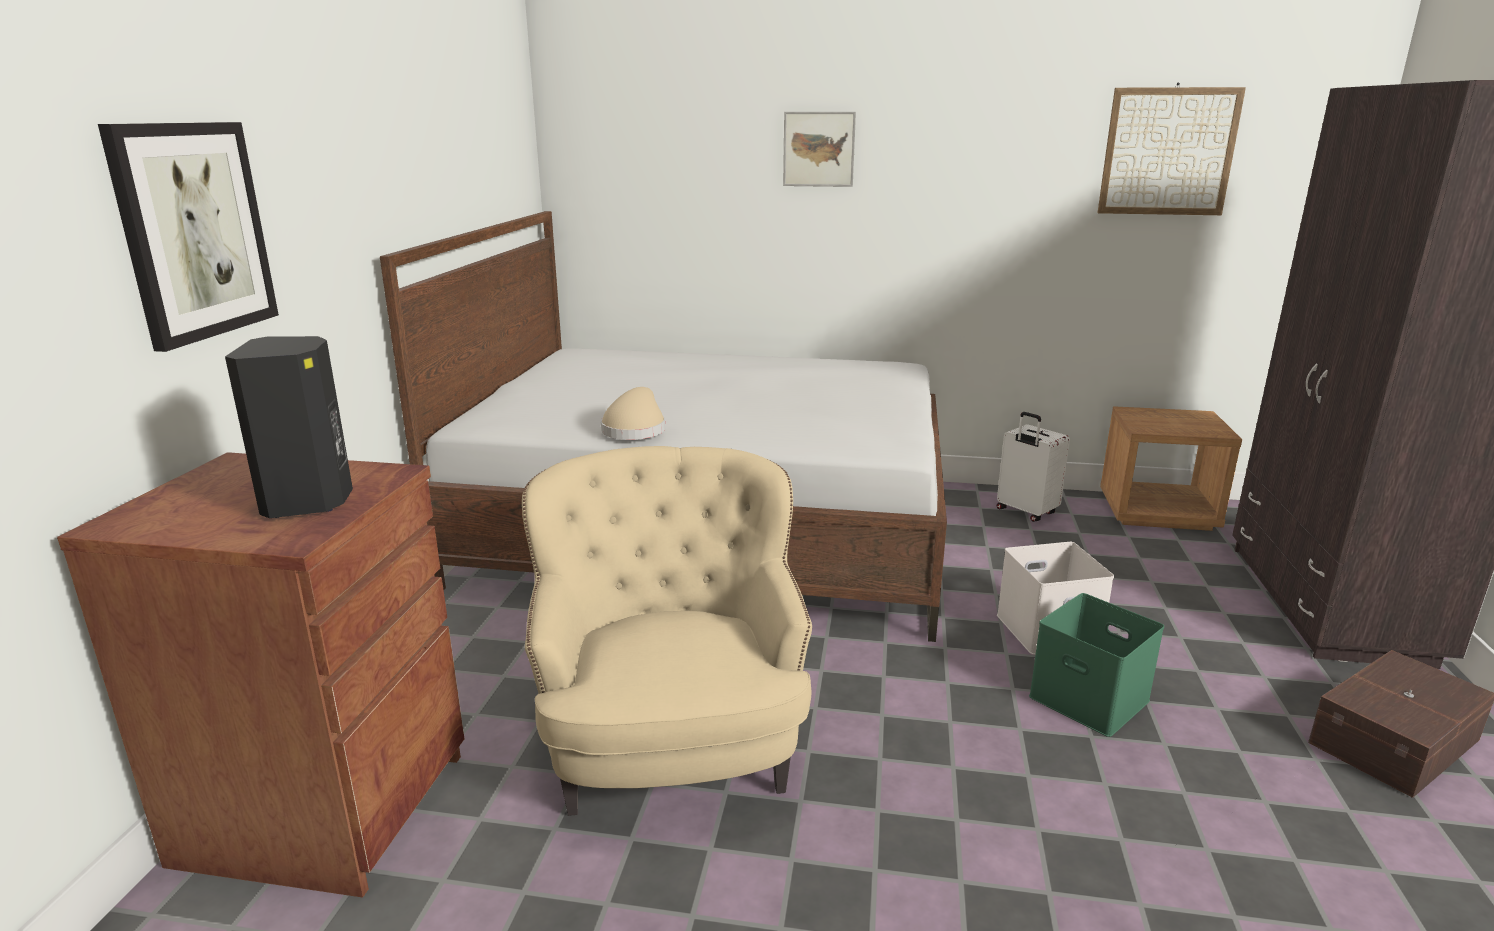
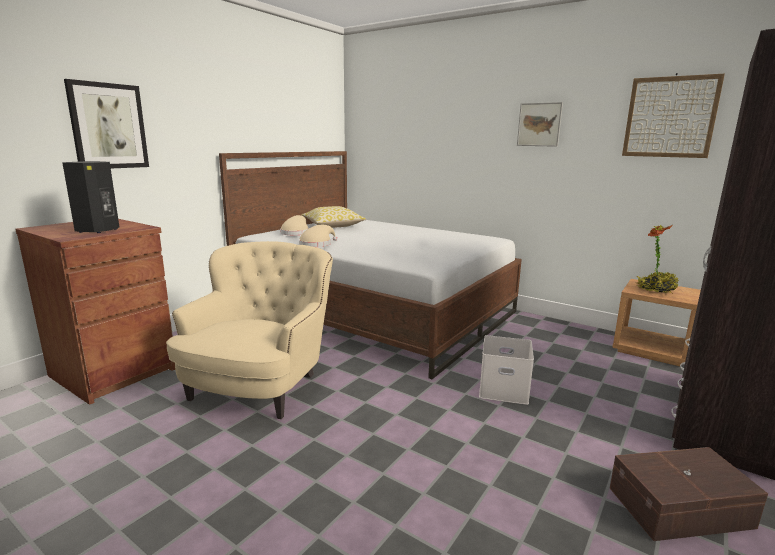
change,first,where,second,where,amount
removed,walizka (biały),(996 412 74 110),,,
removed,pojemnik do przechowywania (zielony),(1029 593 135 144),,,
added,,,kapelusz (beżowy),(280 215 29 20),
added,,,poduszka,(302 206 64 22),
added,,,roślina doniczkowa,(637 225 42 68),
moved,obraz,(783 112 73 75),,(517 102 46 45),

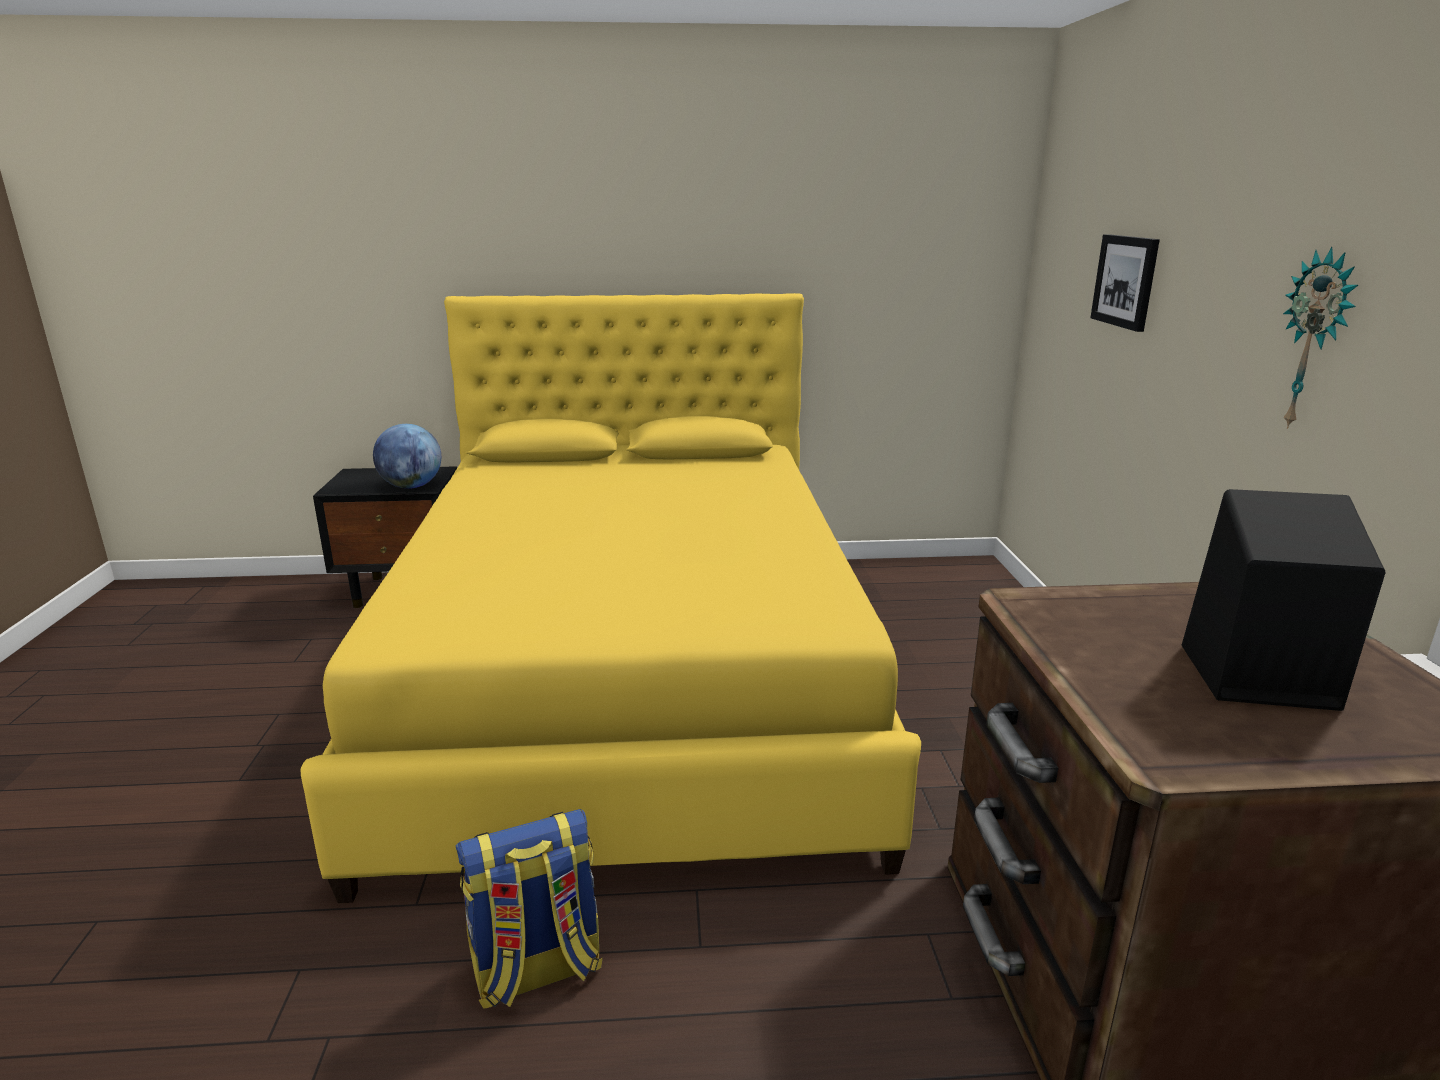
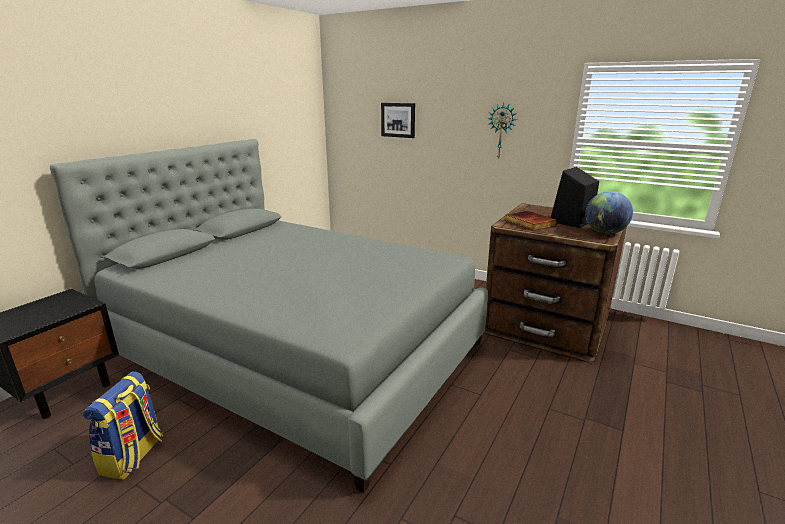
change,first,where,second,where,amount
added,,,książka,(505 211 52 20),
moved,globus,(373 424 68 65),,(585 191 48 43),
moved,plecak,(456 809 147 200),,(83 371 80 109),
recoloured,łóżko (żółty),(301 293 620 610),łóżko (szary),(50 139 438 354),

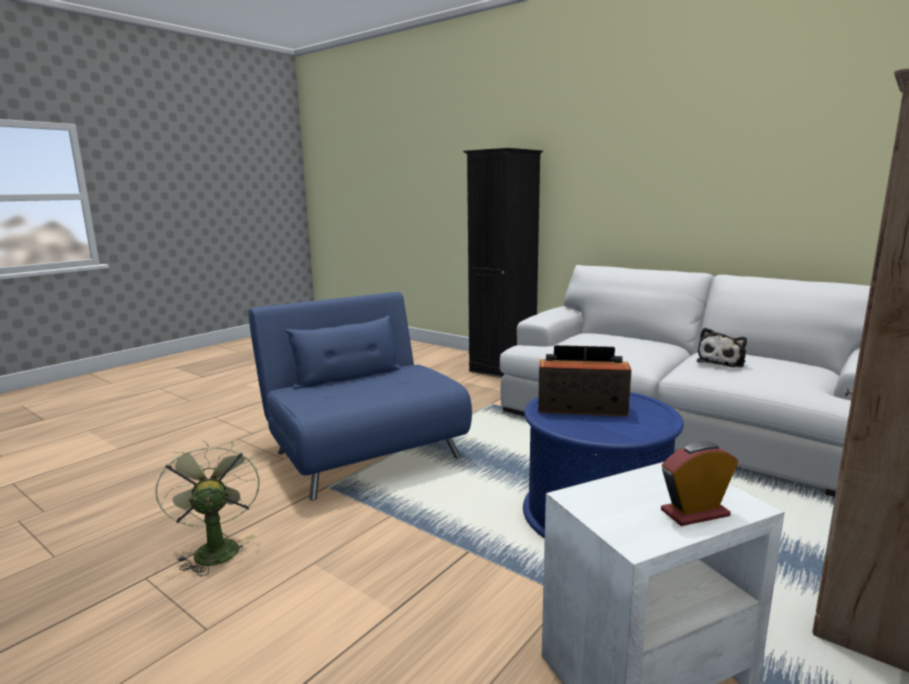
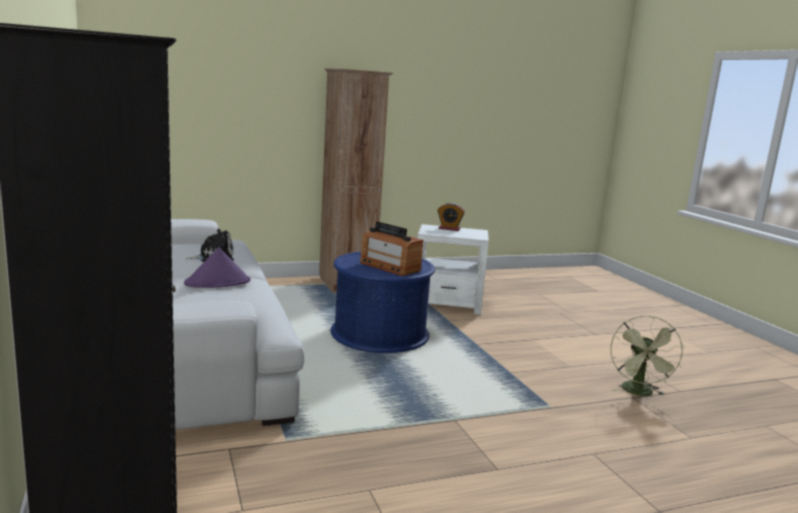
change,first,where,second,where,amount
removed,fotel (niebieski),(248 292 224 208),,,
added,,,kapelusz (fioletowy),(184 247 67 41),

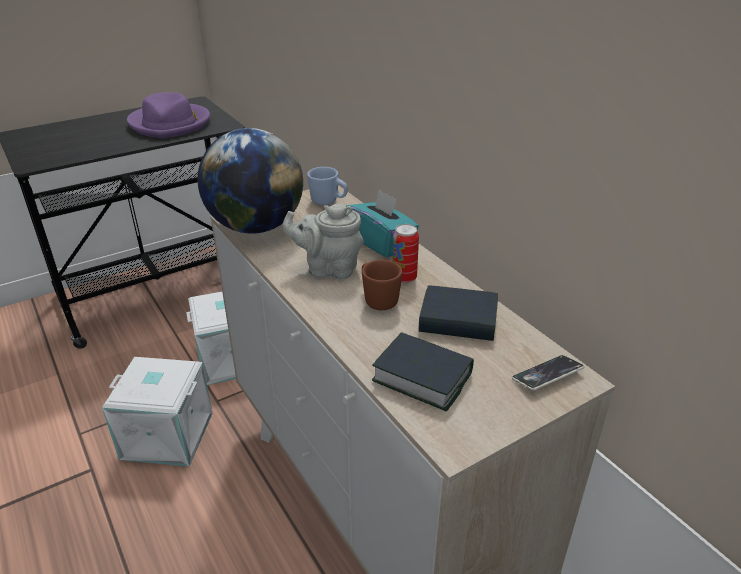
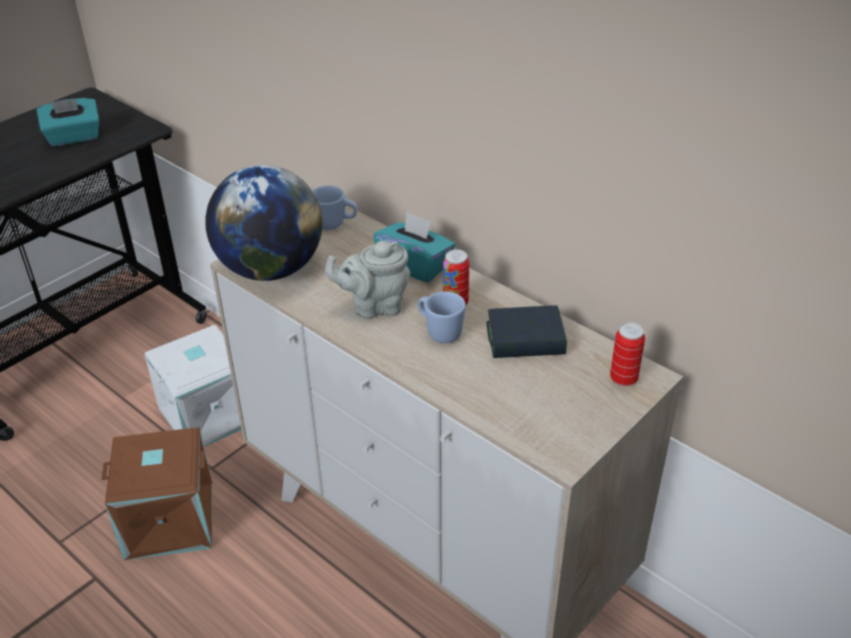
change,first,where,second,where,amount
removed,książka,(372 332 102 80),,,
replaced,kapelusz (fioletowy),(127 92 83 46),pudełko chusteczek (turkusowy),(36 98 63 48),
replaced,telefon,(512 355 72 35),puszka,(610 322 35 64),
recoloured,pojemnik do przechowywania (biały),(102 357 111 110),pojemnik do przechowywania (brązowy),(101 427 112 133),
recoloured,kubek (brązowy),(362 260 40 50),kubek (niebieski),(418 291 48 52),

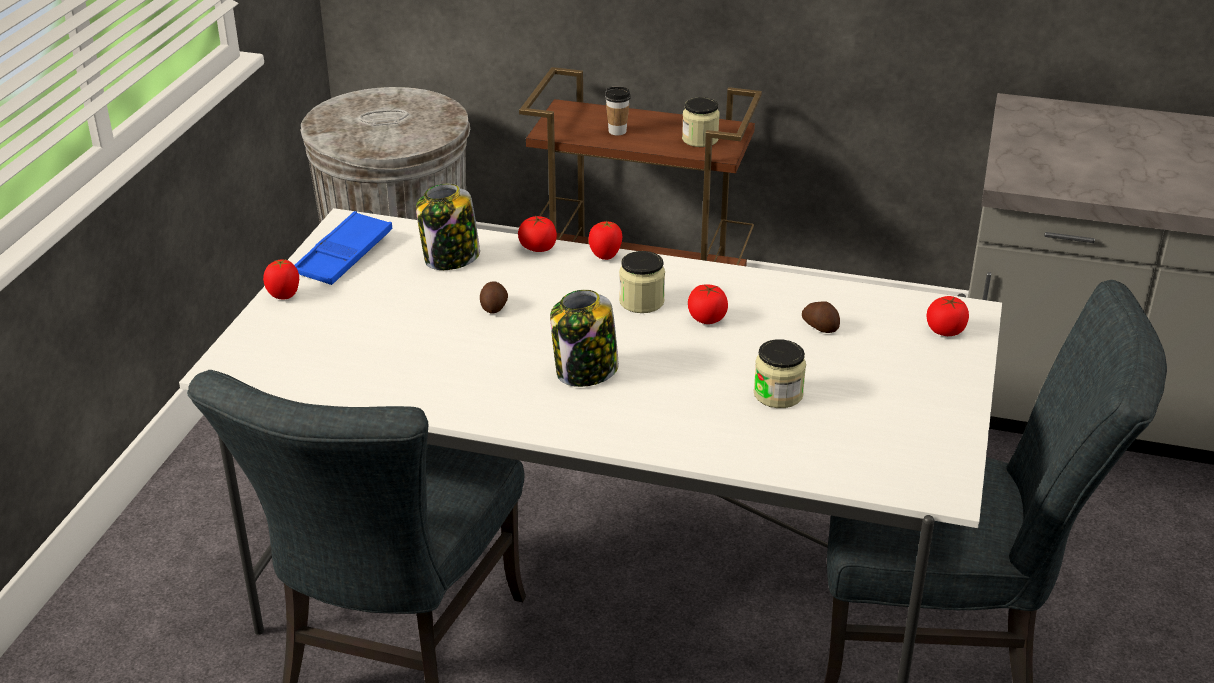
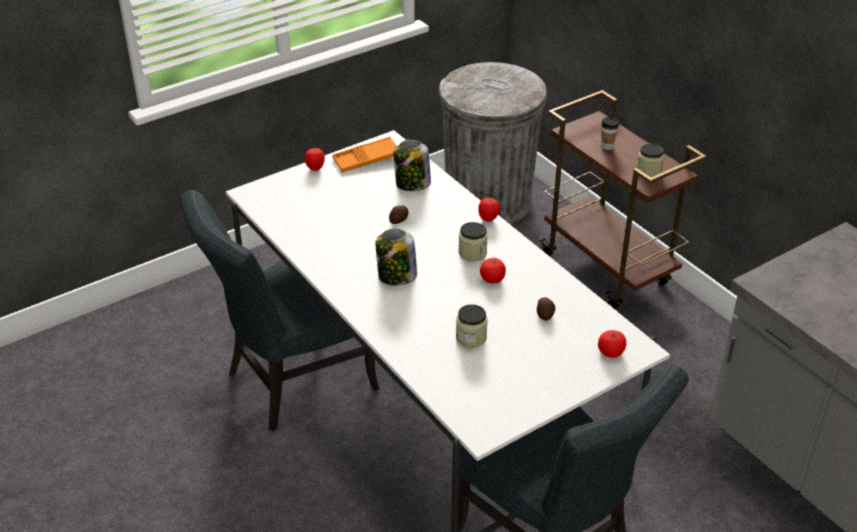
change,first,where,second,where,amount
removed,pomidor,(518 215 39 37),,,
recoloured,taca (niebieski),(294 211 99 74),taca (pomarańczowy),(332 137 65 35),

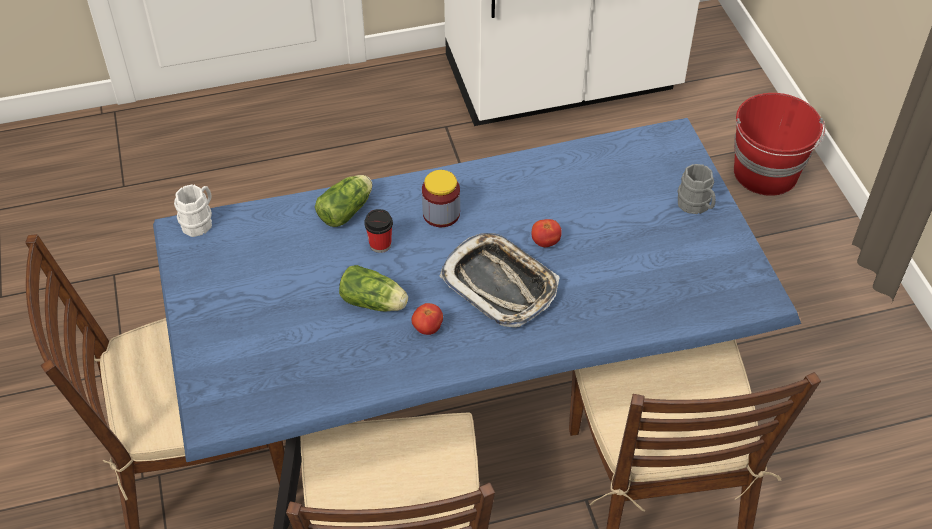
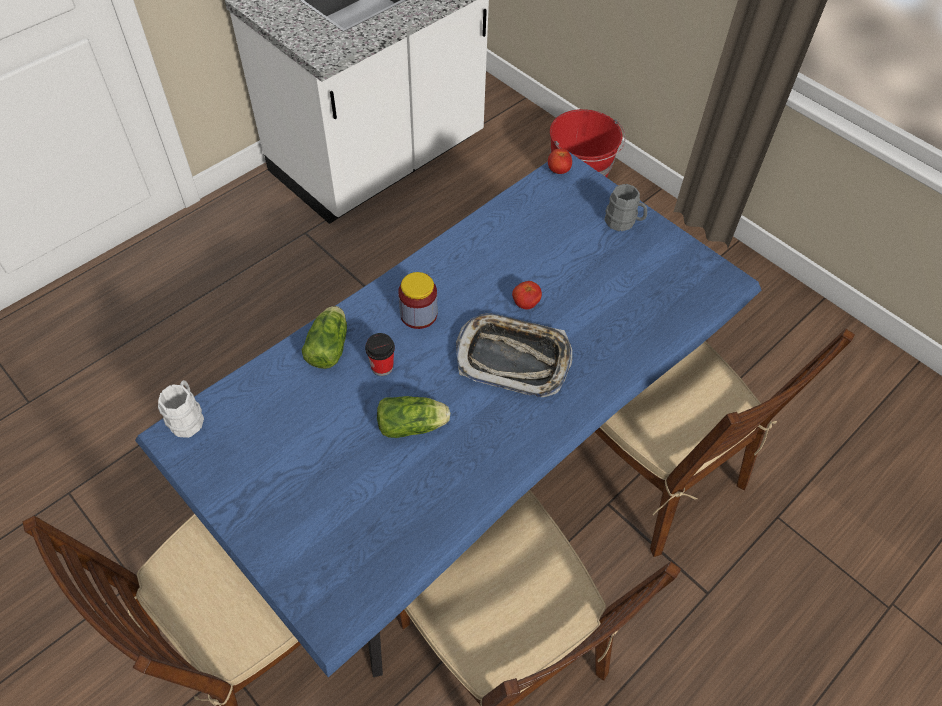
change,first,where,second,where,amount
moved,pomidor,(412 303 31 32),,(548 148 24 26),

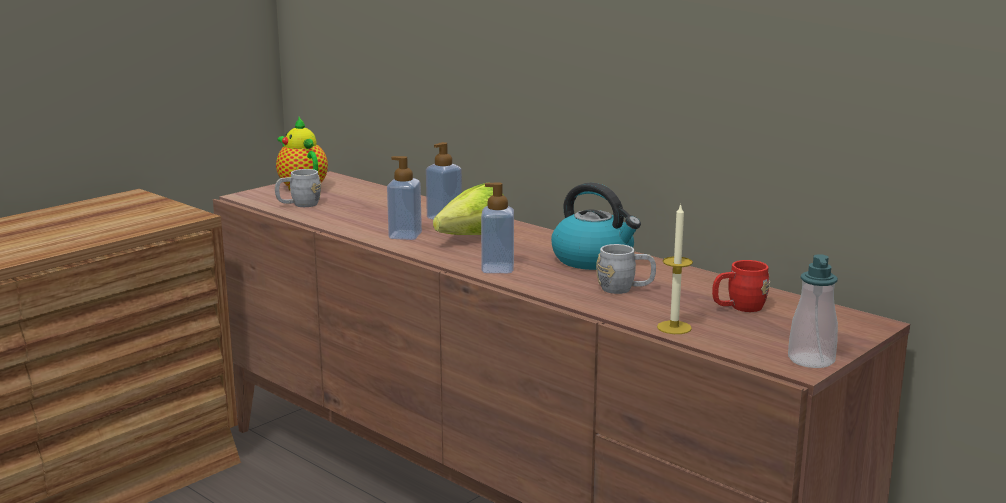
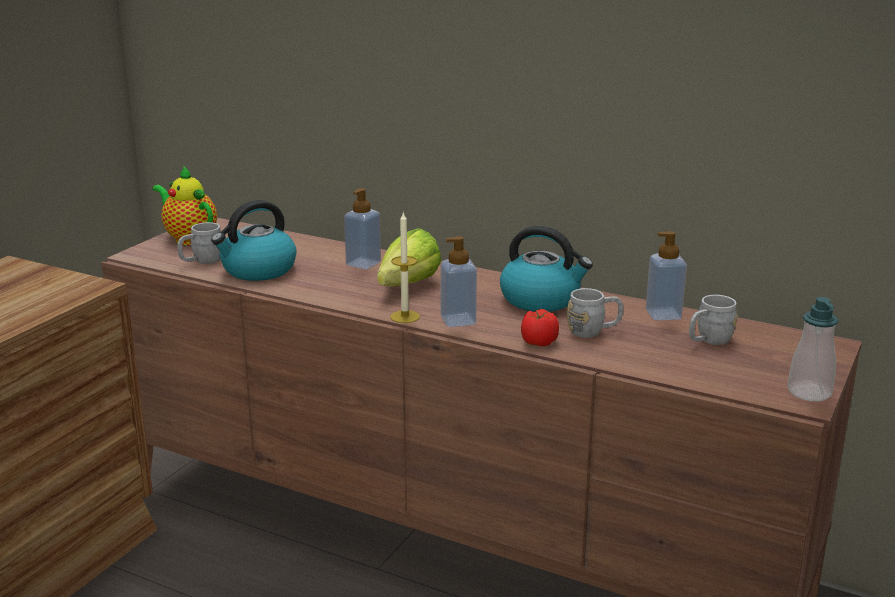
change,first,where,second,where,amount
added,,,czajnik,(211 200 86 81),
added,,,pomidor,(521 309 38 37),
moved,dozownik mydła,(387 156 35 84),,(646 231 41 89),
moved,świeca,(657 204 36 130),,(390 212 30 111),
recoloured,kubek (czerwony),(712 260 58 52),kubek (szary),(689 295 48 50),

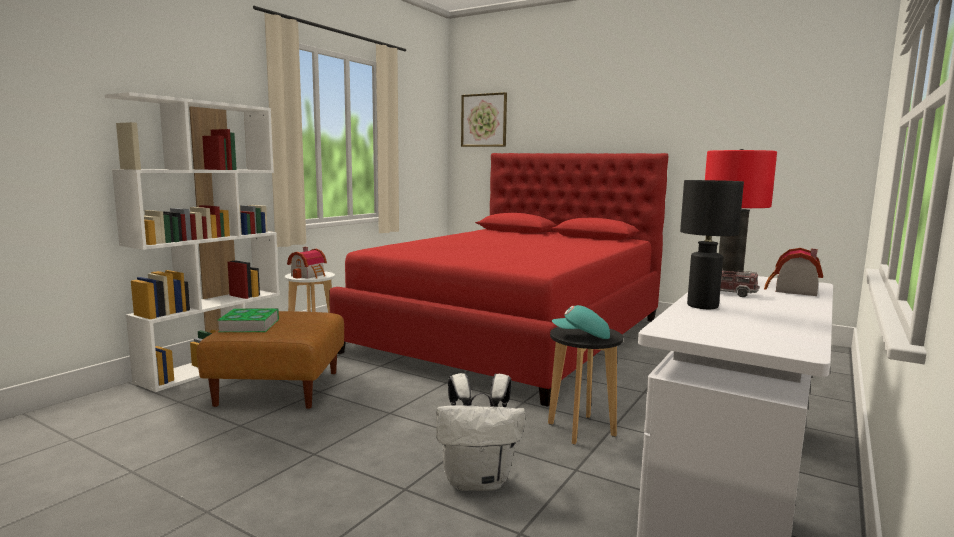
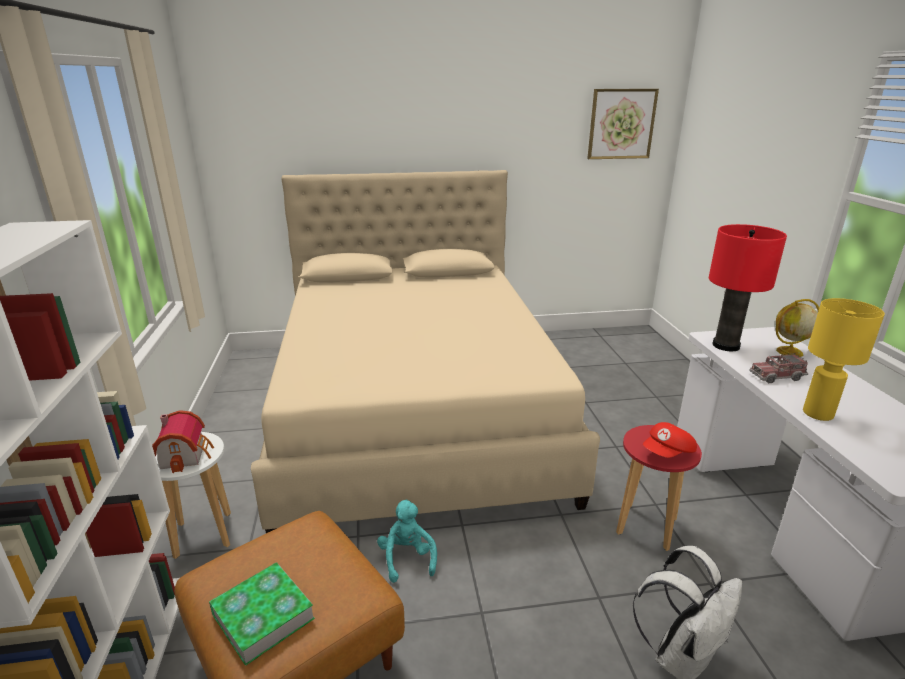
change,first,where,second,where,amount
added,,,pluszak (turkusowy),(377 499 60 84),
moved,obraz,(461 92 46 55),,(587 89 72 70),
replaced,domek,(764 248 59 48),globus,(775 299 44 58),
recoloured,łóżko (czerwony),(329 153 339 254),łóżko (beżowy),(251 170 349 363),
recoloured,stołek (czarny),(548 327 75 118),stołek (czerwony),(616 425 86 126),
recoloured,czapka z daszkiem (turkusowy),(552 305 58 34),czapka z daszkiem (czerwony),(643 422 54 36),
recoloured,lampa stołowa (czarny),(680 180 64 129),lampa stołowa (żółty),(803 298 82 123),

